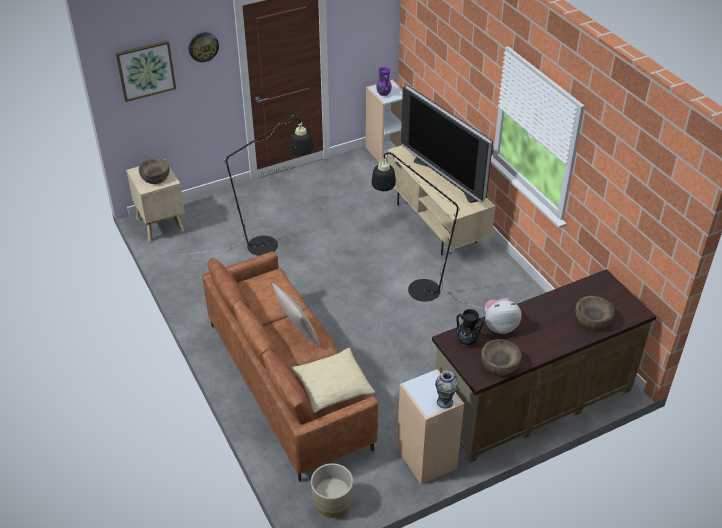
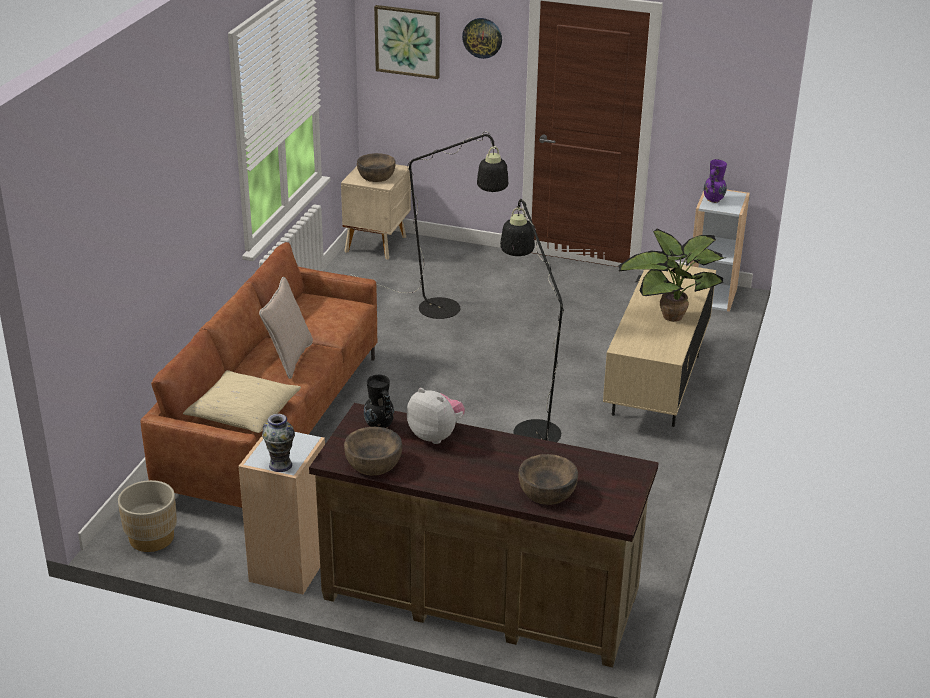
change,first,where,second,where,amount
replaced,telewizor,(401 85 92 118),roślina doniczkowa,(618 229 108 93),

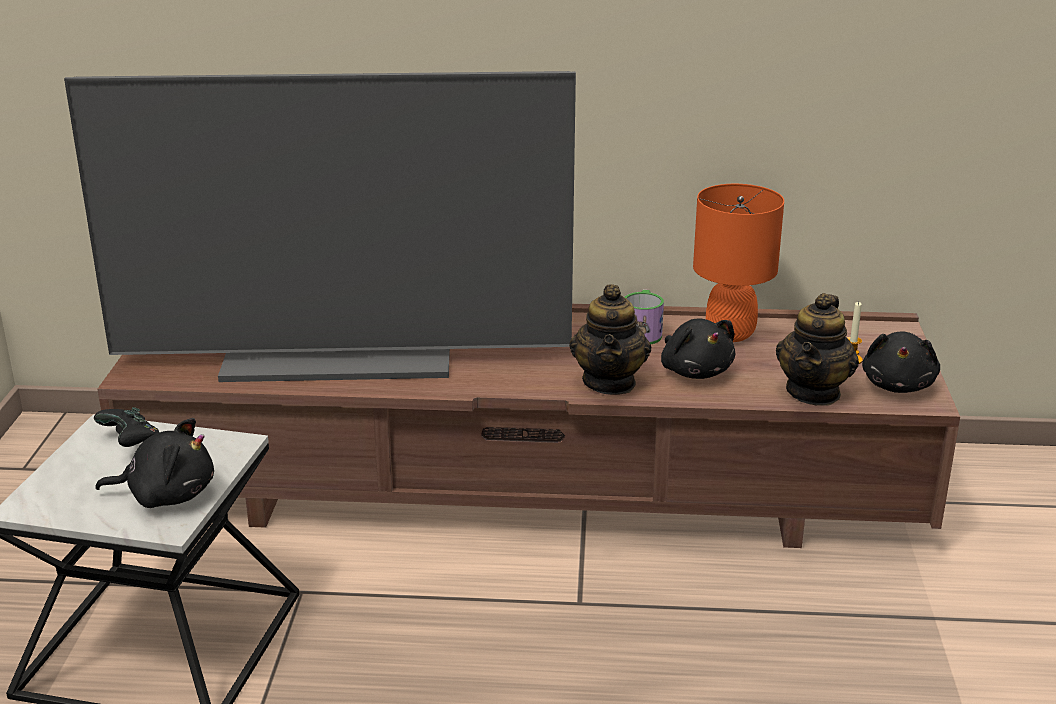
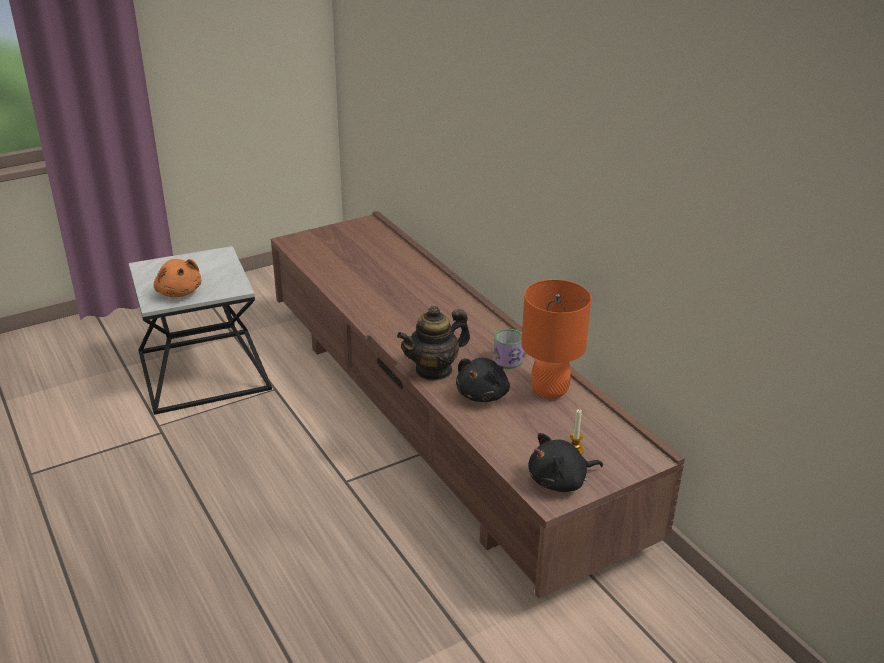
change,first,where,second,where,amount
removed,telewizor,(64 71 512 311),,,
removed,pad do gier (czarny),(94 407 65 40),,,
removed,imbryk,(776 293 83 113),,,
recoloured,pluszak (czarny),(95 418 119 90),pluszak (pomarańczowy),(154 259 47 38),

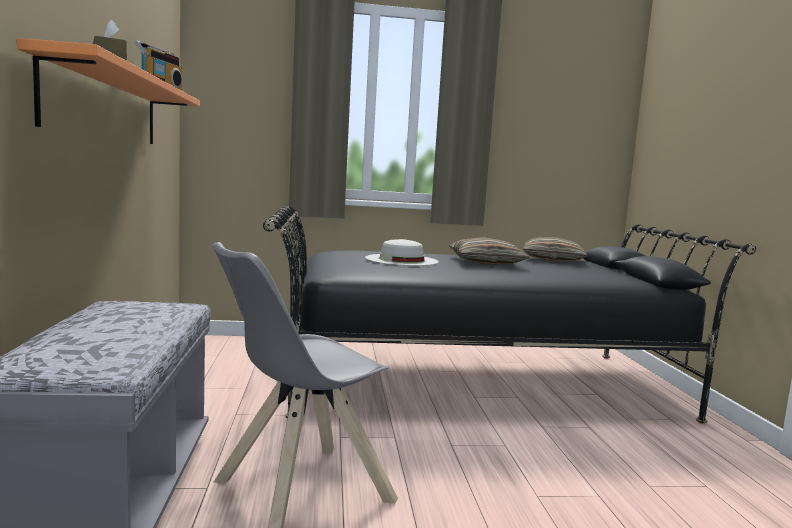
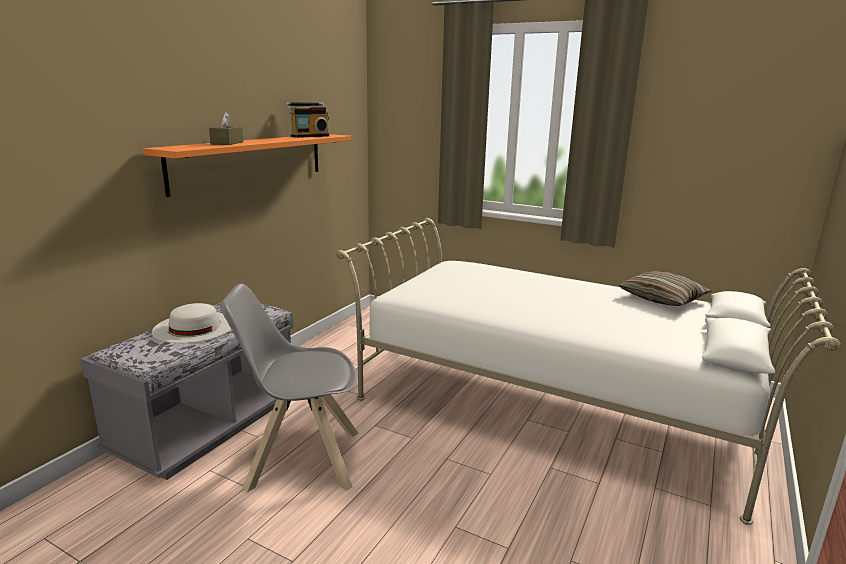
change,first,where,second,where,amount
removed,poduszka,(449 237 80 28),,,
moved,kapelusz (biały),(365 239 74 27),,(152 303 80 40),
recoloured,łóżko (czarny),(263 206 493 218),łóżko (biały),(336 218 504 307),

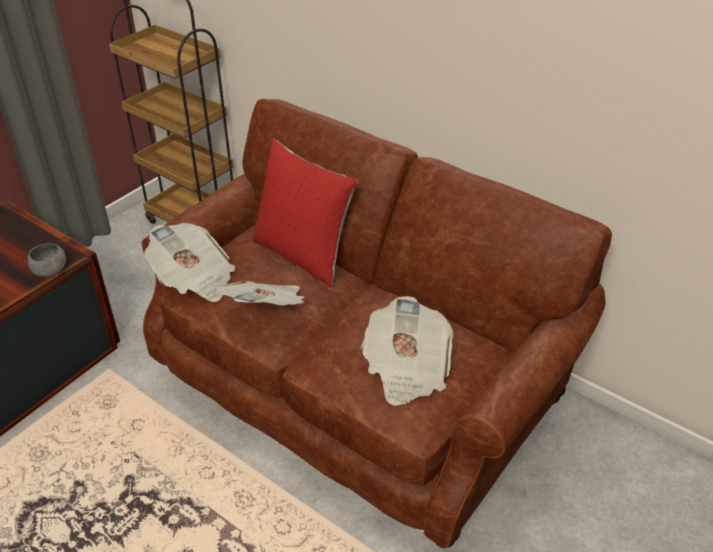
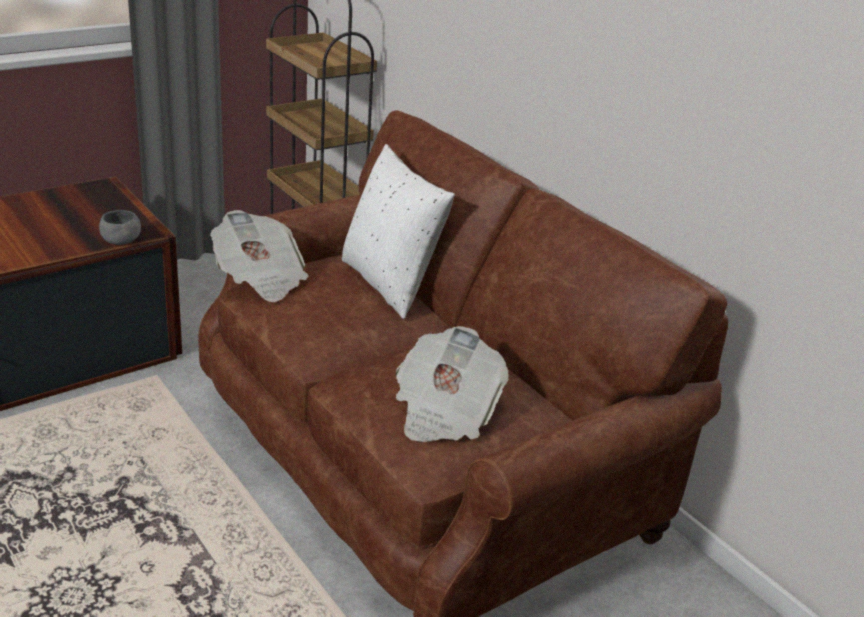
change,first,where,second,where,amount
removed,gazeta,(216 281 89 25),,,
recoloured,poduszka (czerwony),(252 138 106 149),poduszka (biały),(342 144 113 175),

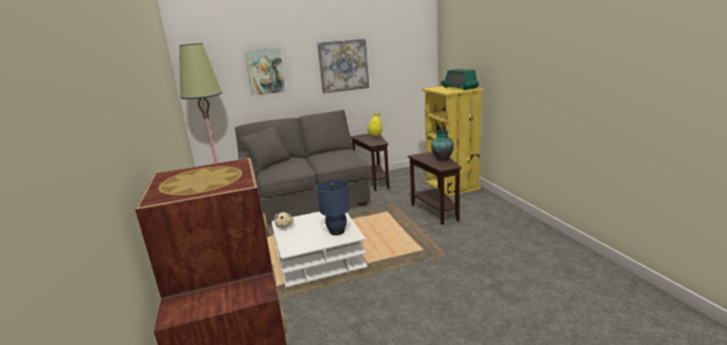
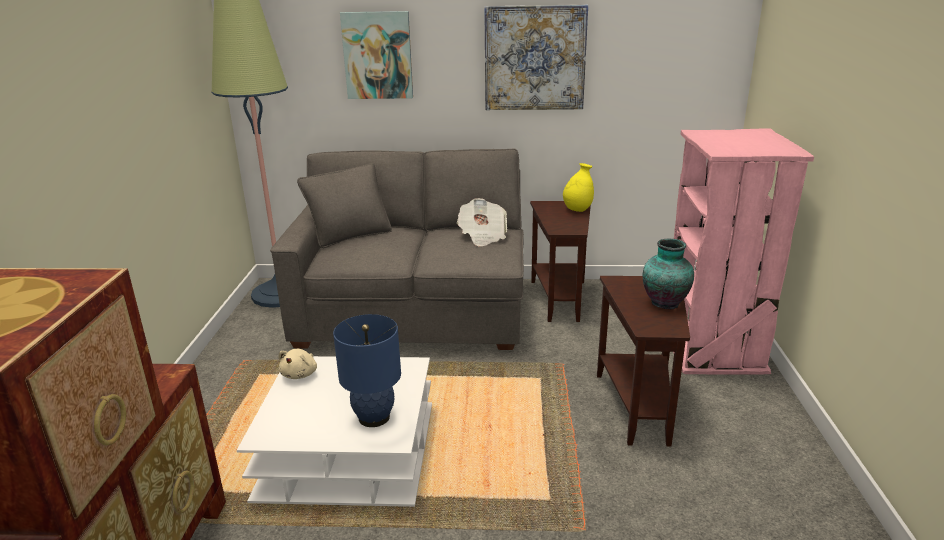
change,first,where,second,where,amount
removed,radio,(441 69 38 21),,,
added,,,gazeta,(457 198 50 49),
recoloured,regał (żółty),(422 86 62 111),regał (różowy),(673 128 141 247),

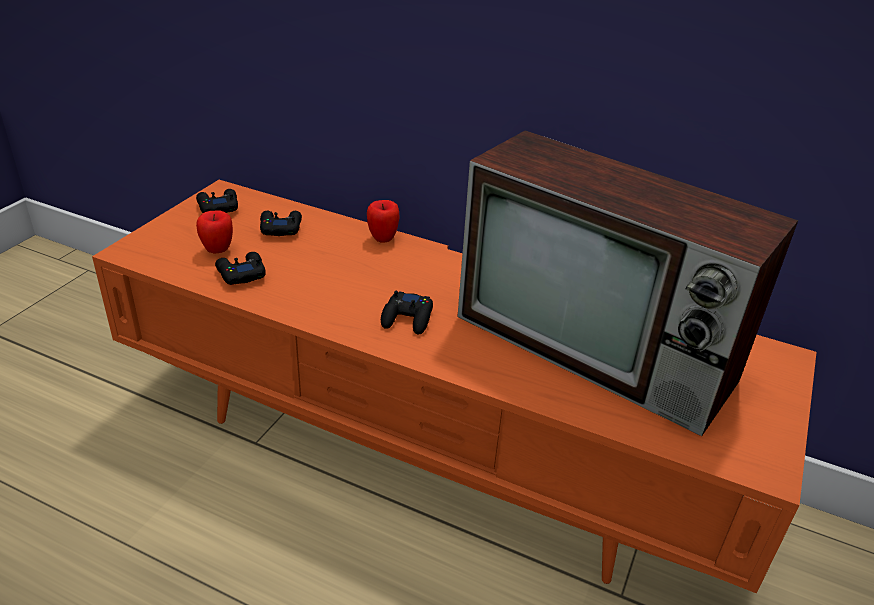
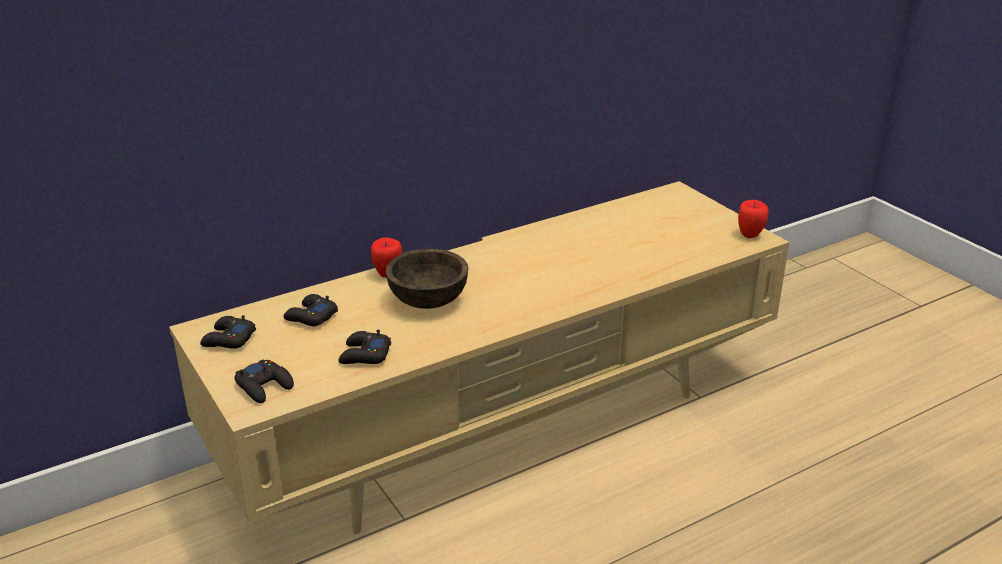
change,first,where,second,where,amount
removed,telewizor,(457 130 341 306),,,
added,,,miska (brązowy),(386 249 82 60),
moved,jabłko,(196 210 37 43),,(738 200 31 38),
moved,pad do gier (czarny),(381 291 52 44),,(235 360 59 43),
recoloured,szafka pod telewizor (pomarańczowy),(92 180 725 414),szafka pod telewizor (beżowy),(169 181 620 353),

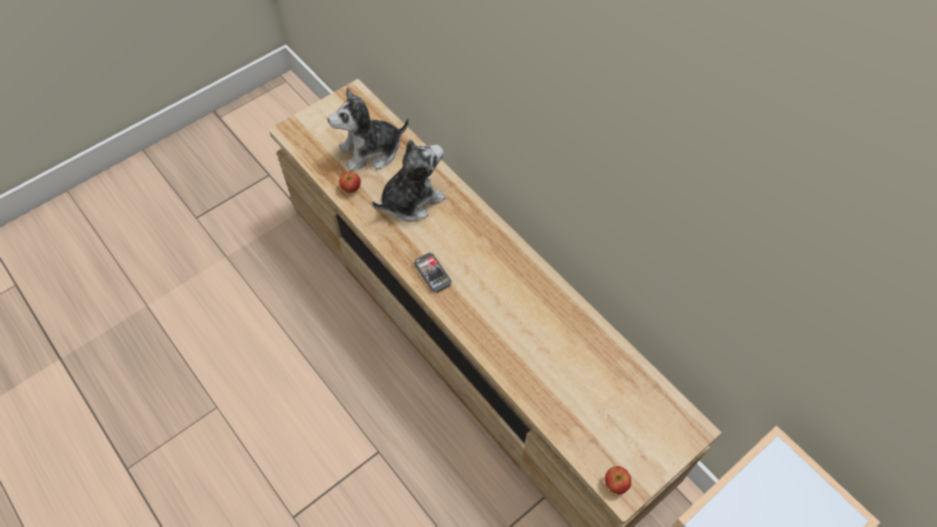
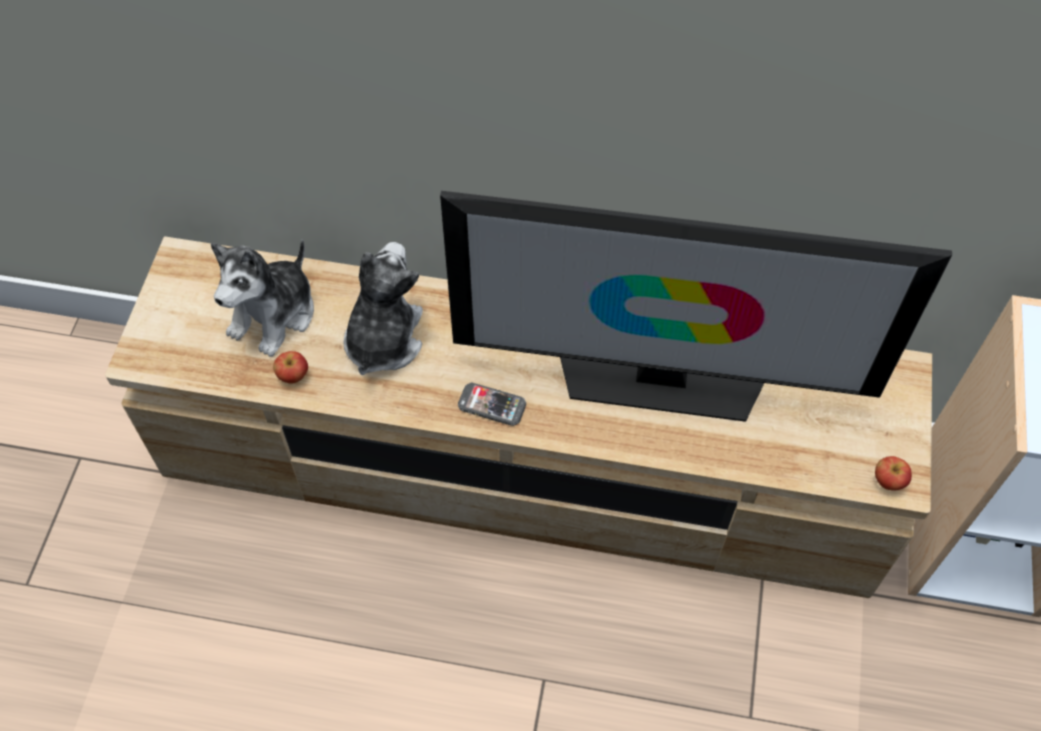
change,first,where,second,where,amount
added,,,telewizor,(440 191 512 231),

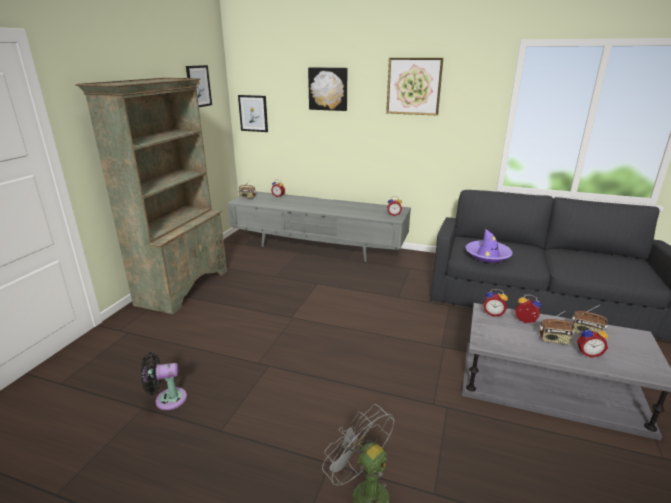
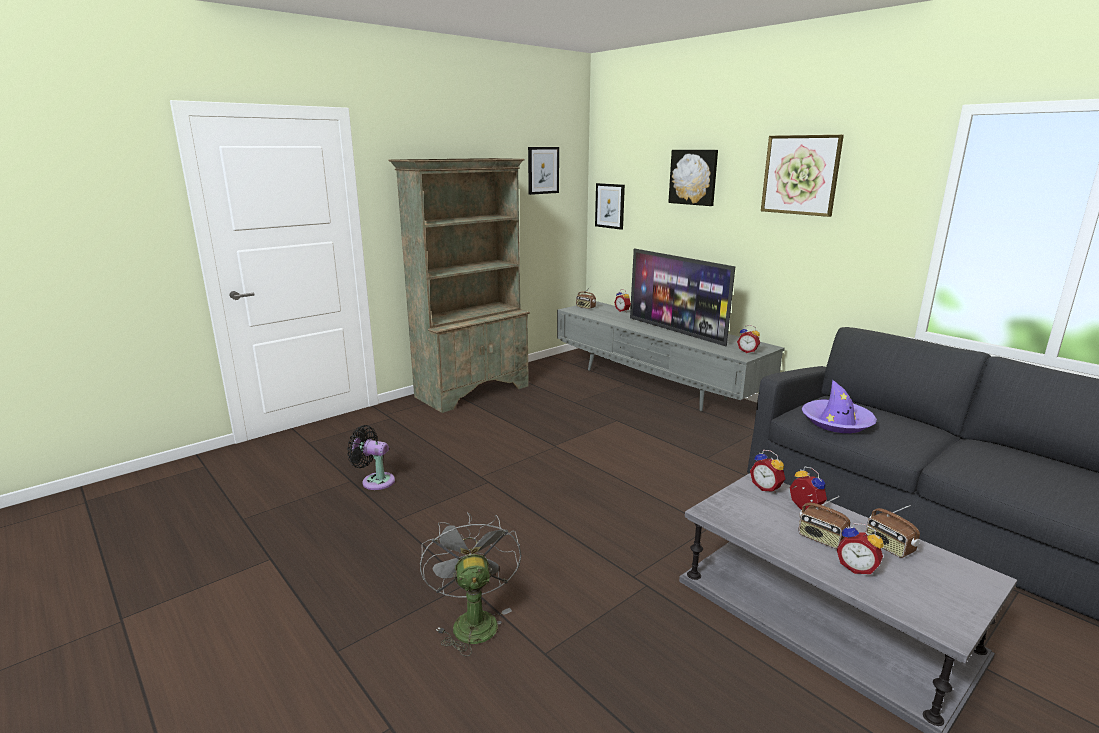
change,first,where,second,where,amount
added,,,telewizor,(630 248 106 98),

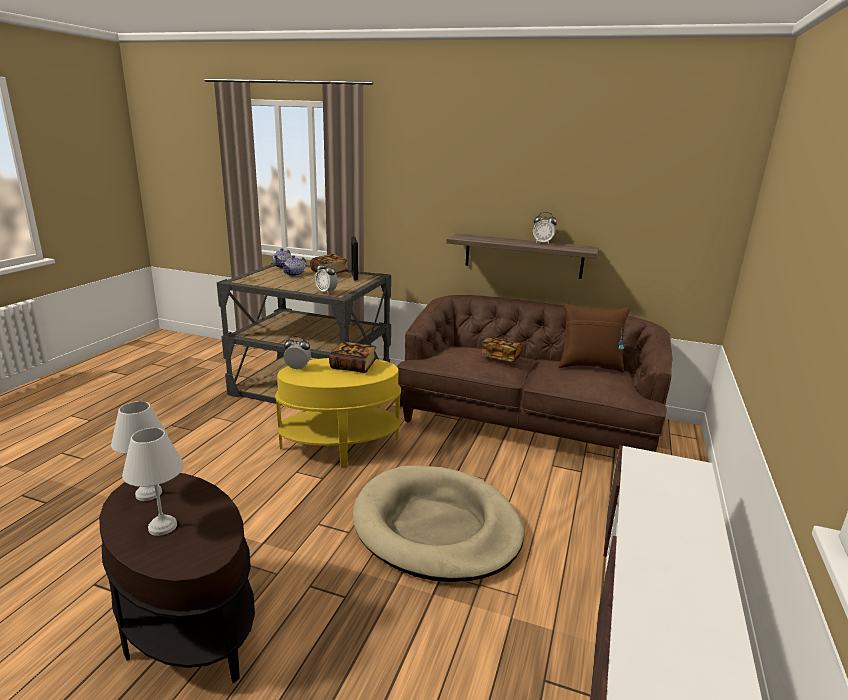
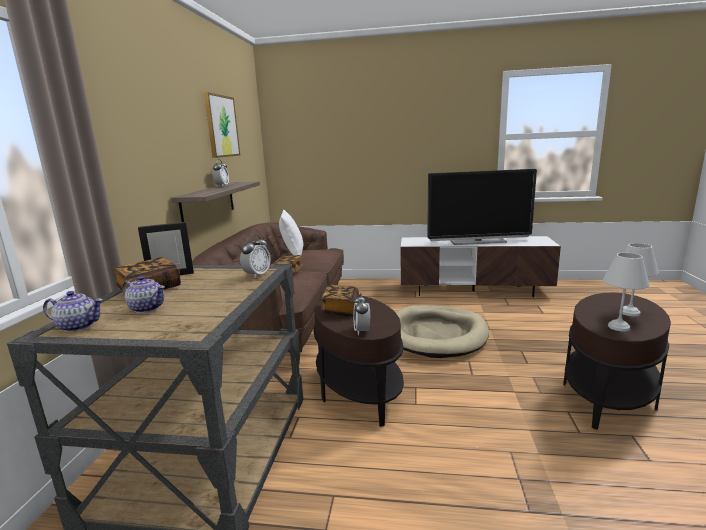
change,first,where,second,where,amount
added,,,obraz,(204 92 36 66),
added,,,telewizor,(427 169 110 76),
recoloured,stolik (żółty),(275 358 126 109),stolik (brązowy),(313 295 91 132),
recoloured,poduszka (brązowy),(559 303 71 70),poduszka (biały),(279 210 24 45),

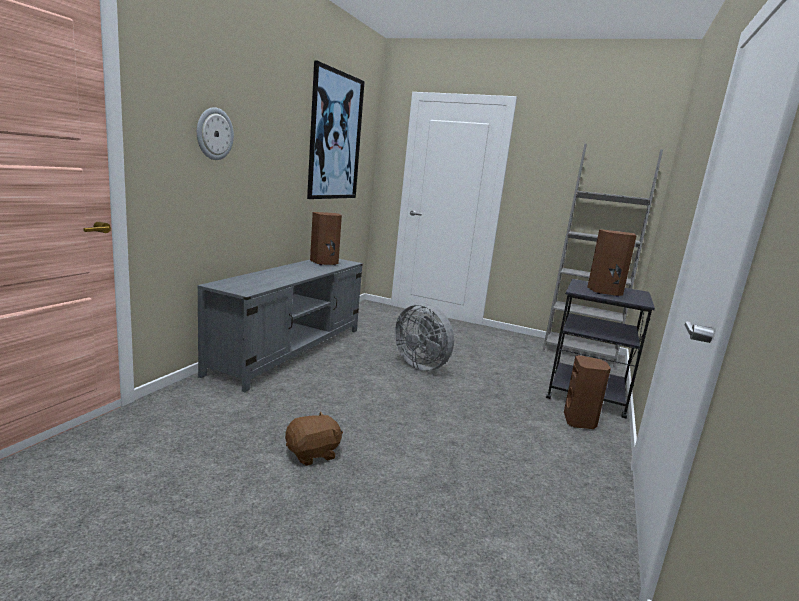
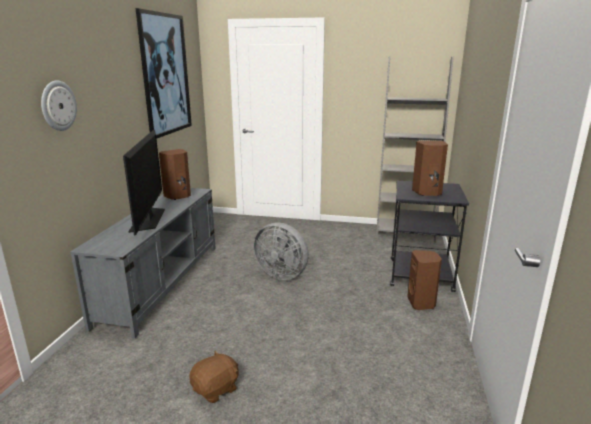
change,first,where,second,where,amount
added,,,telewizor,(123 130 42 106),

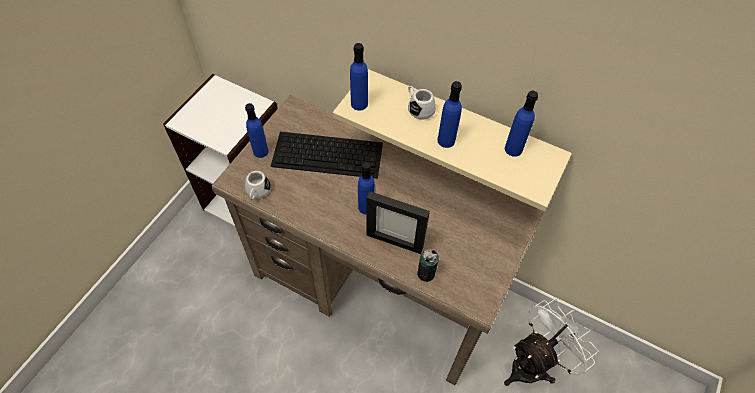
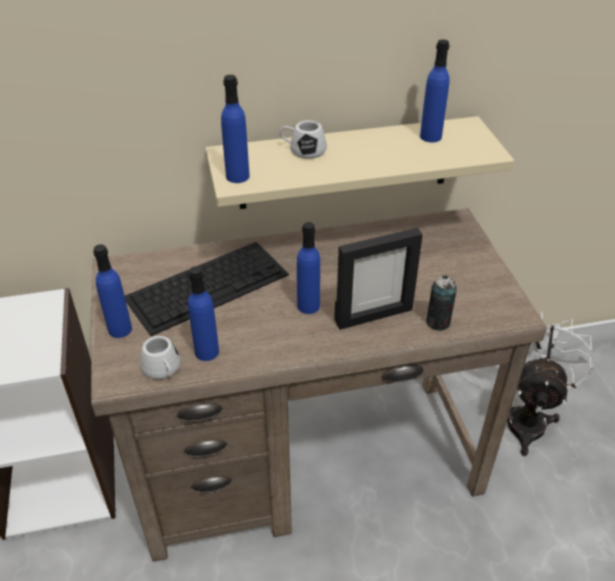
change,first,where,second,where,amount
moved,butelka (niebieski),(437 81 25 67),,(188 266 31 95),

